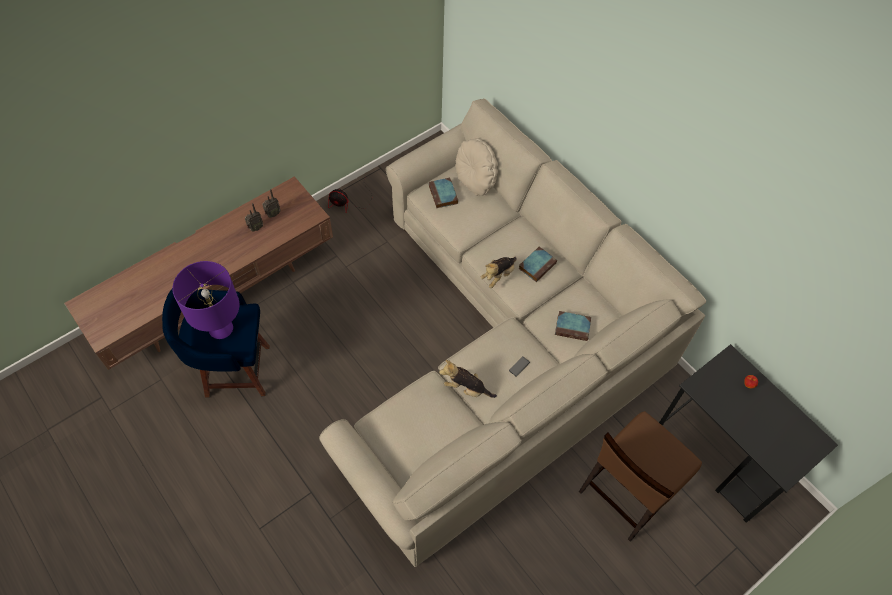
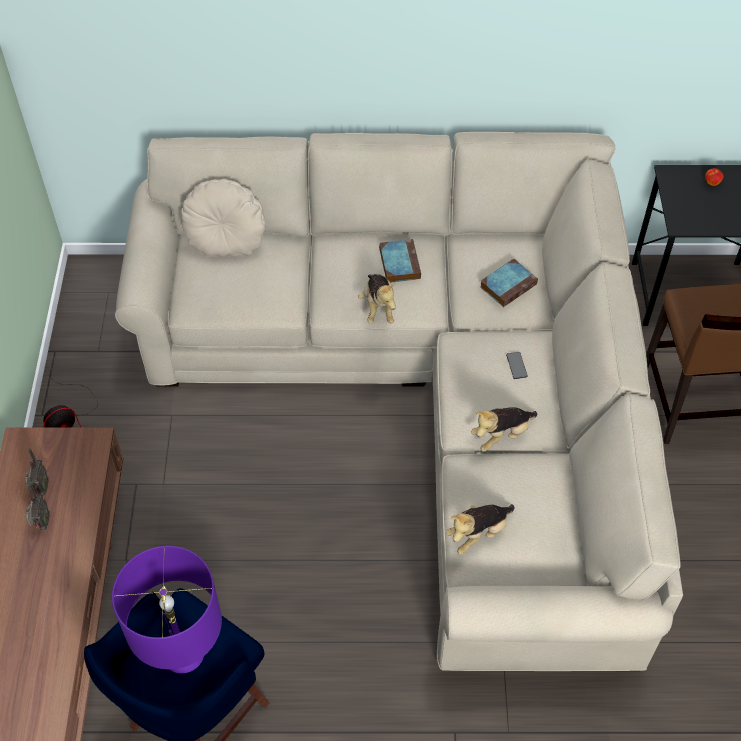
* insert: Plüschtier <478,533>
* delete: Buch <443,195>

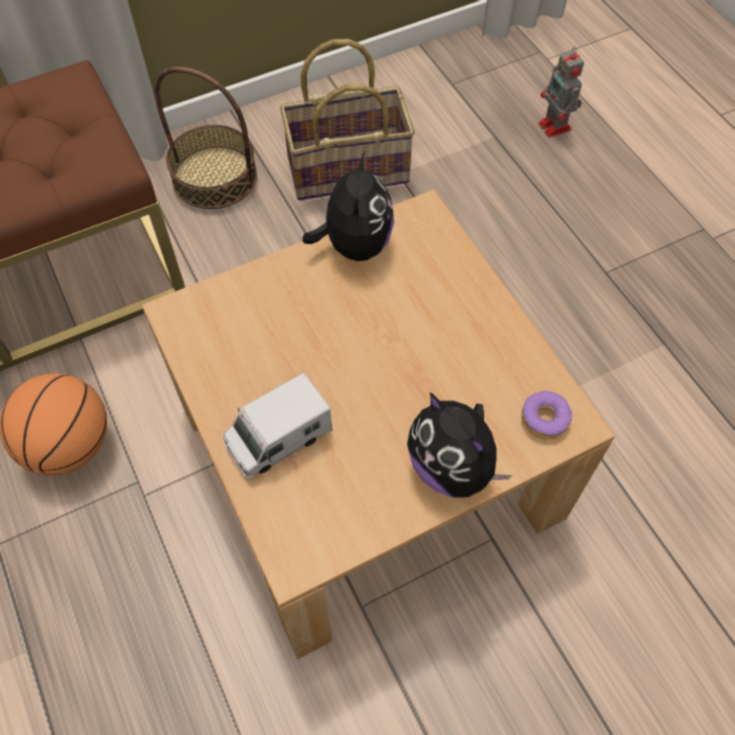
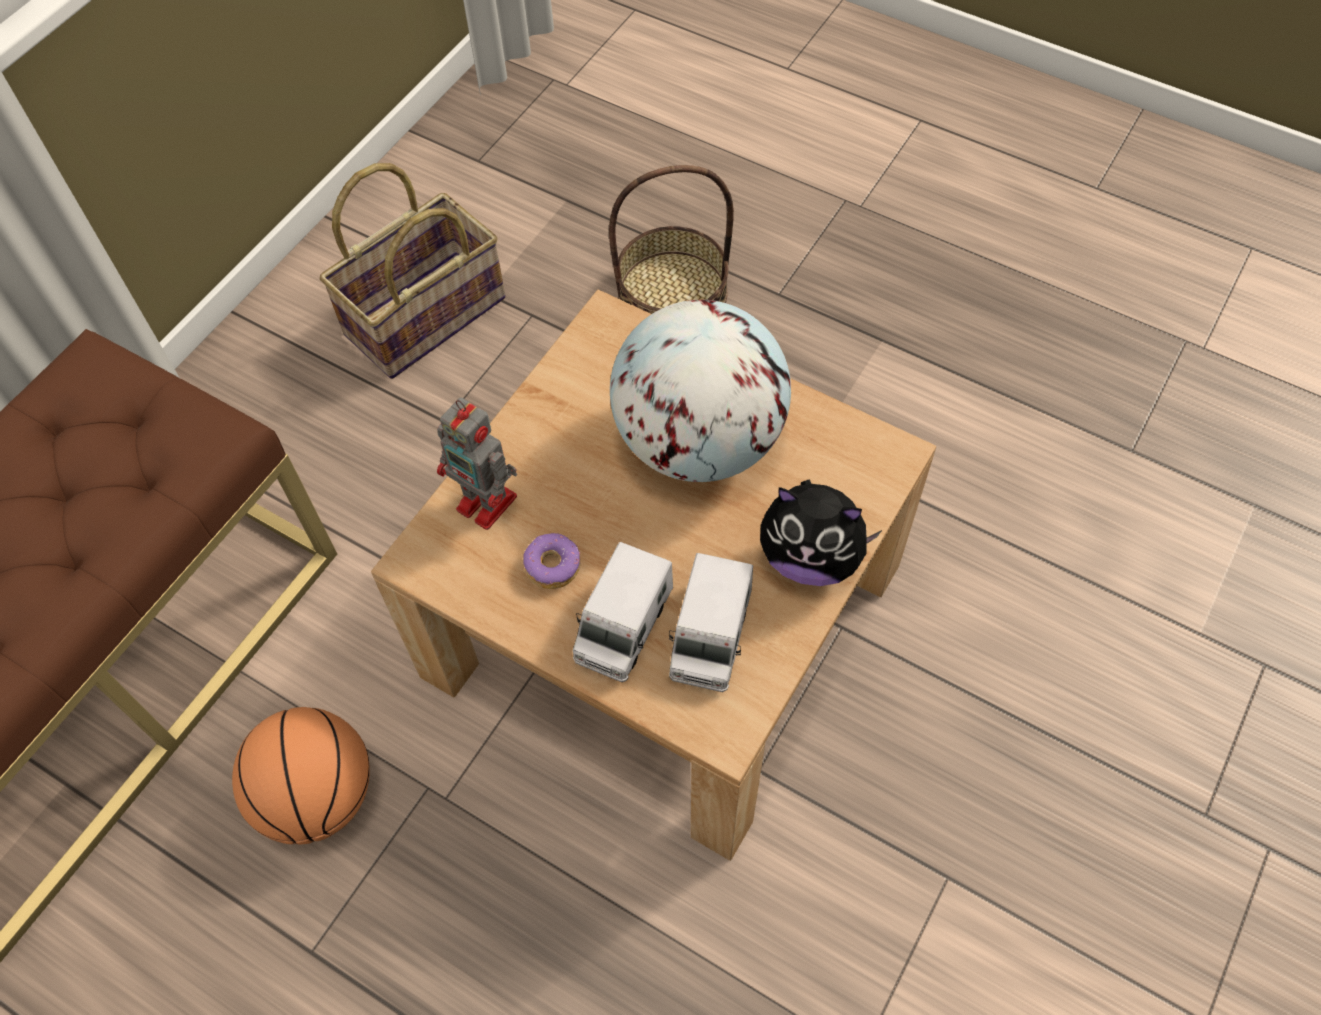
* move: Spielzeugroboter <555,127> to <489,504>
* move: Donut <544,419> to <552,565>
* move: Korb <215,177> to <672,293>
* insert: Globus <698,442>
* insert: Spielzeuglaster <710,636>
* delete: Plüschtier <354,245>

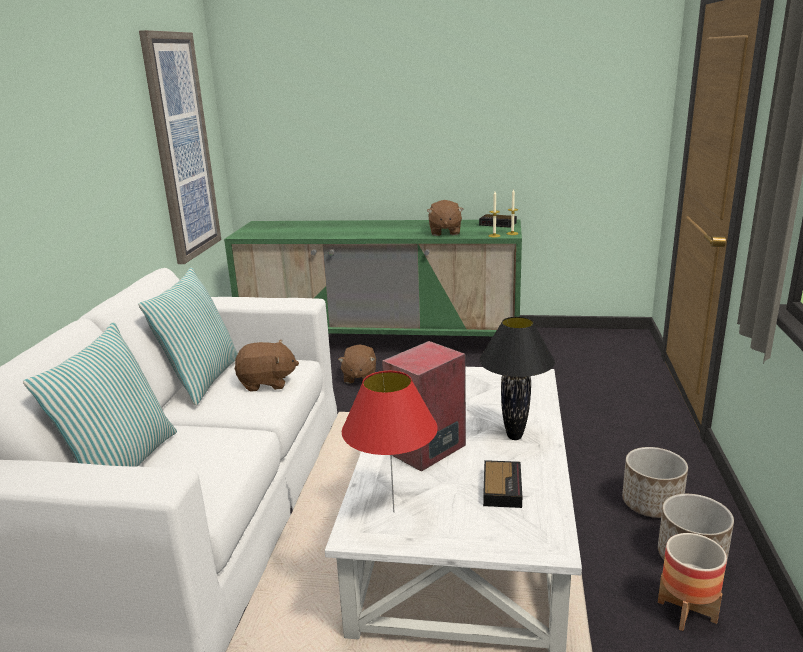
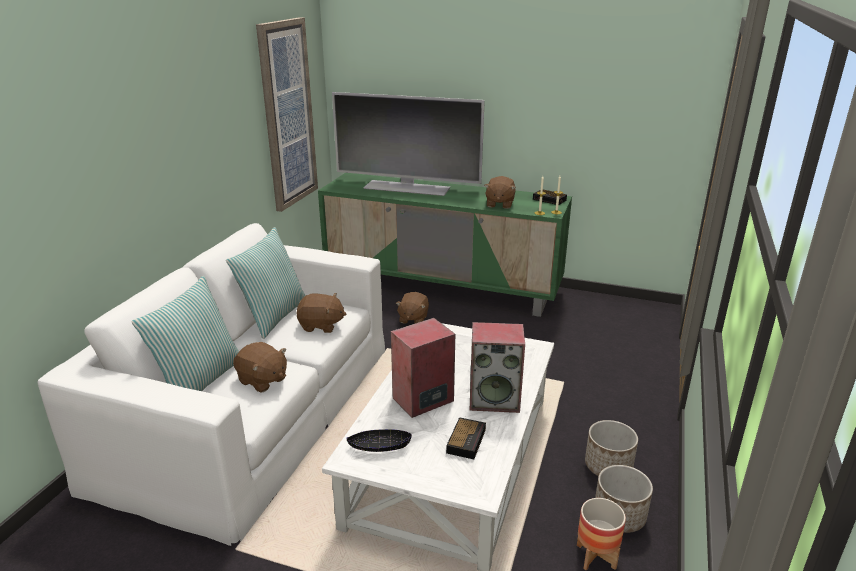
* insert: Plüschtier [braun] <262,380>
* insert: Fernseher <407,187>
* replace: Tischlampe [rot] <393,511> to Schüssel [schwarz] <379,447>
* replace: Tischlampe [schwarz] <515,436> to Lautsprecher <495,399>

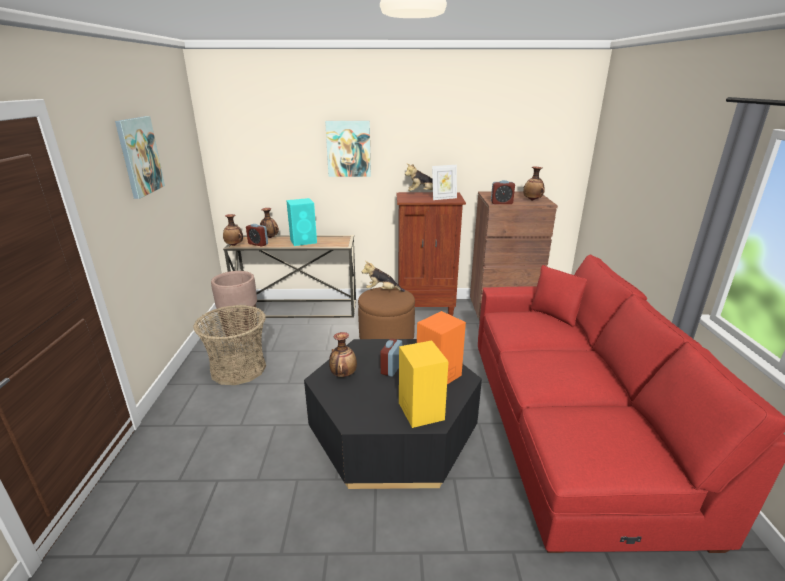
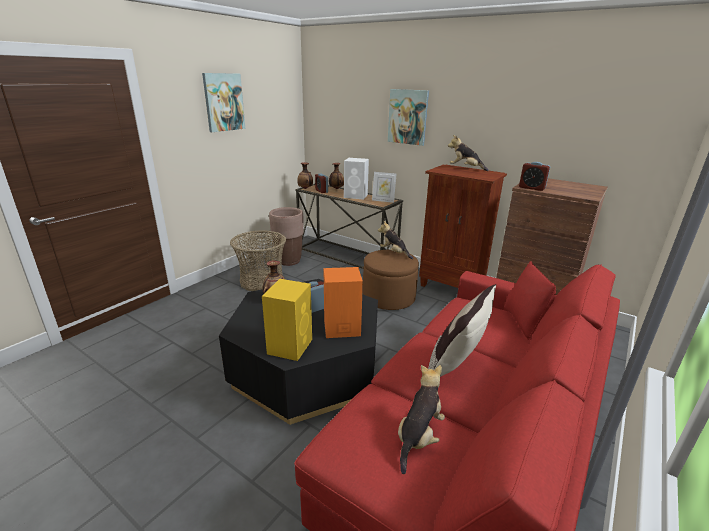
* recolor: Lautsprecher [türkis] <304,241> to Lautsprecher [weiß] <356,196>
* move: Bilderrahmen <444,198> to <383,200>
* insert: Plüschtier <419,436>
* insert: Kissen <455,369>
* delete: Vase <532,200>

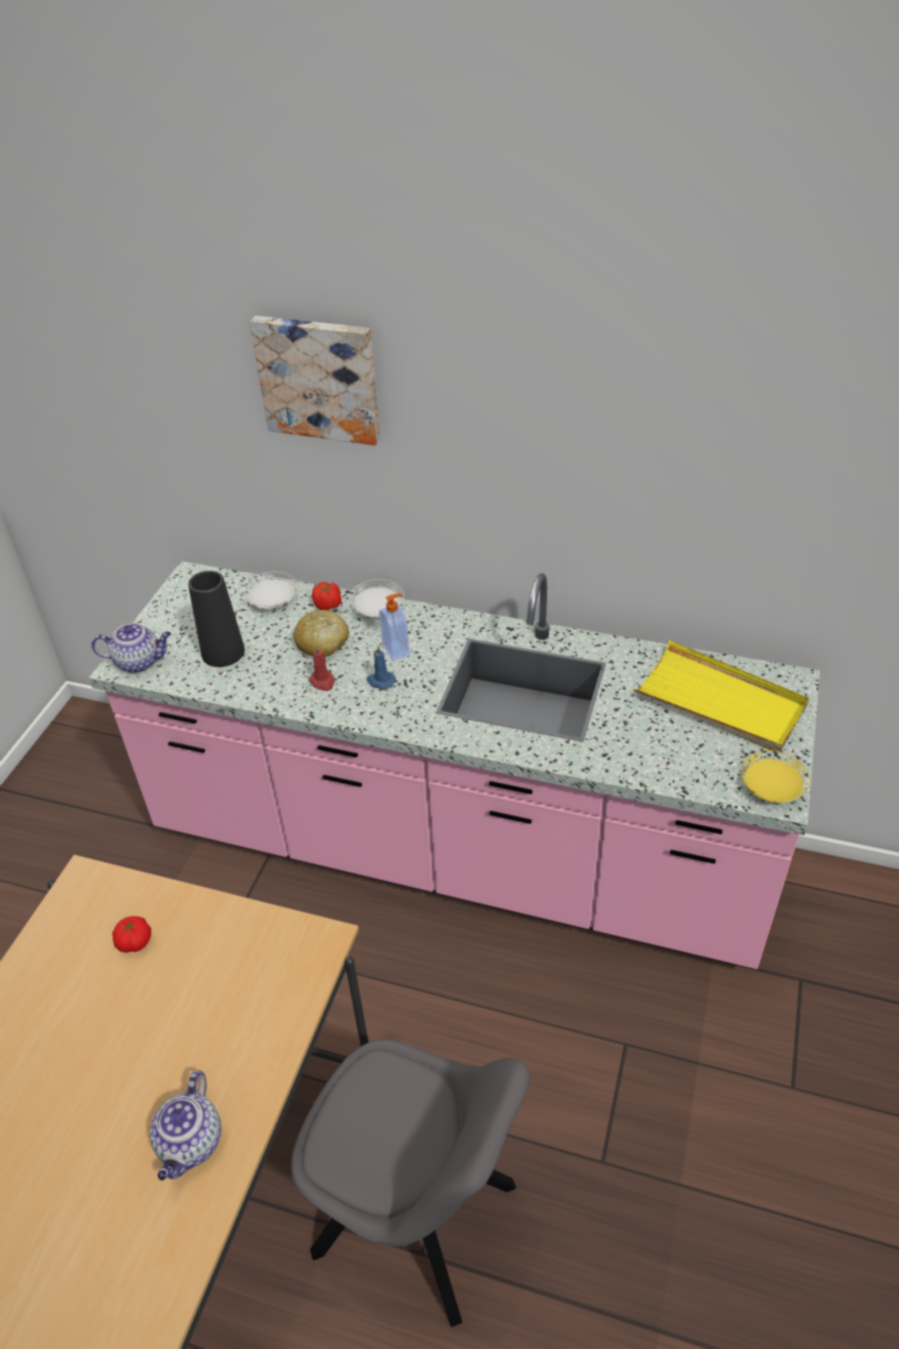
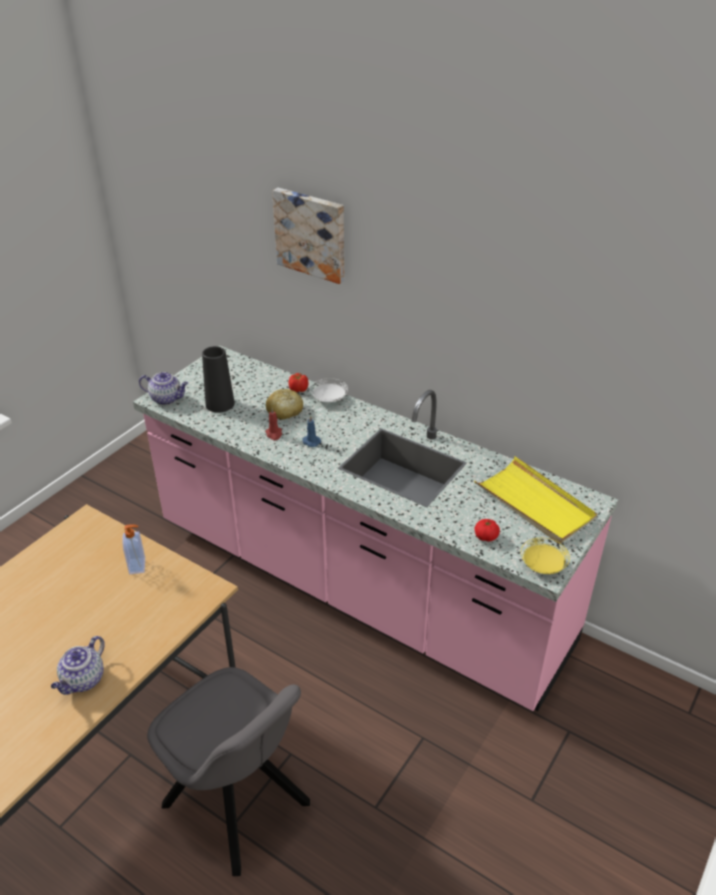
* move: Seifenspender <397,650> to <138,566>
* move: Tomate <135,942> to <486,536>
* delete: Teller [weiß] <272,602>

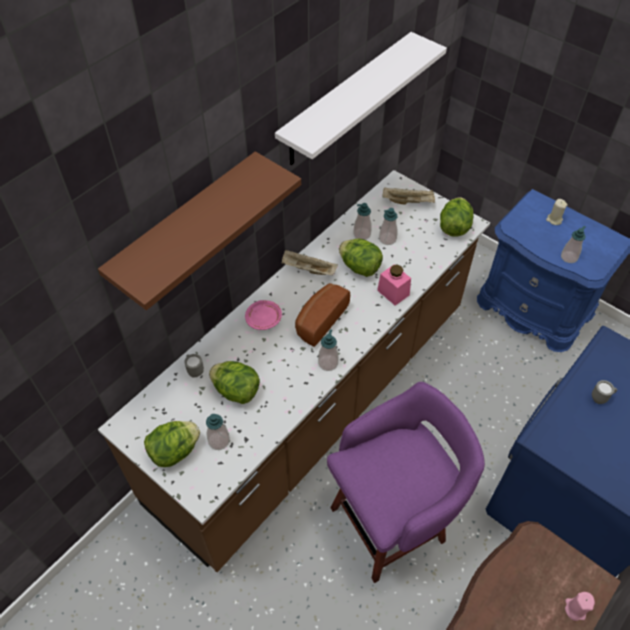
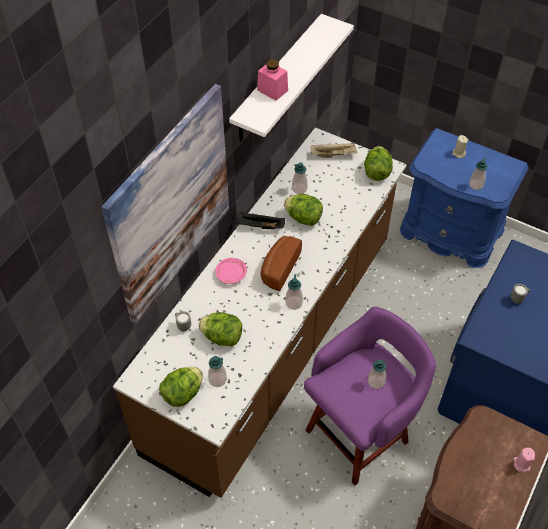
* replace: Wandregal [braun] <186,226> to Bild <171,206>
* recolor: Tablett [beige] <308,270> to Tablett [schwarz] <259,226>
* move: Vorratsglas [rosa] <393,292> to <272,90>
* move: Seifenspender <387,239> to <376,381>

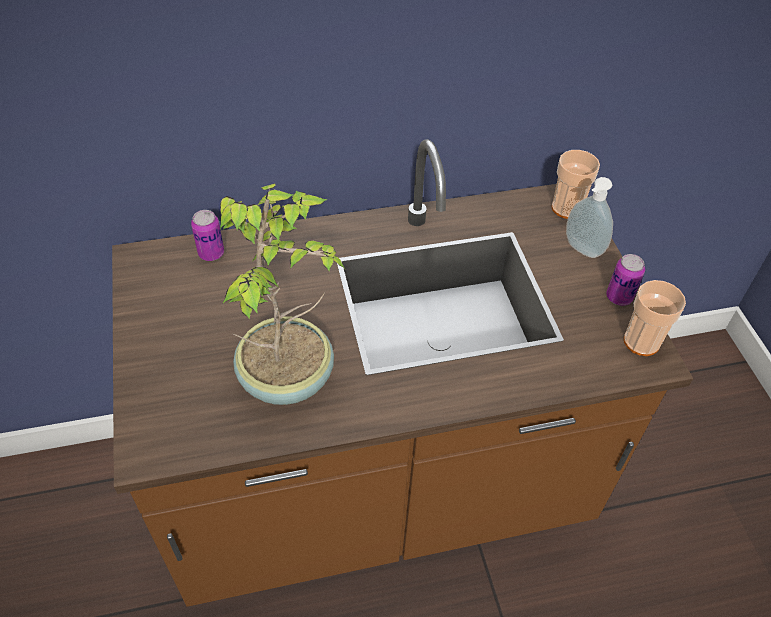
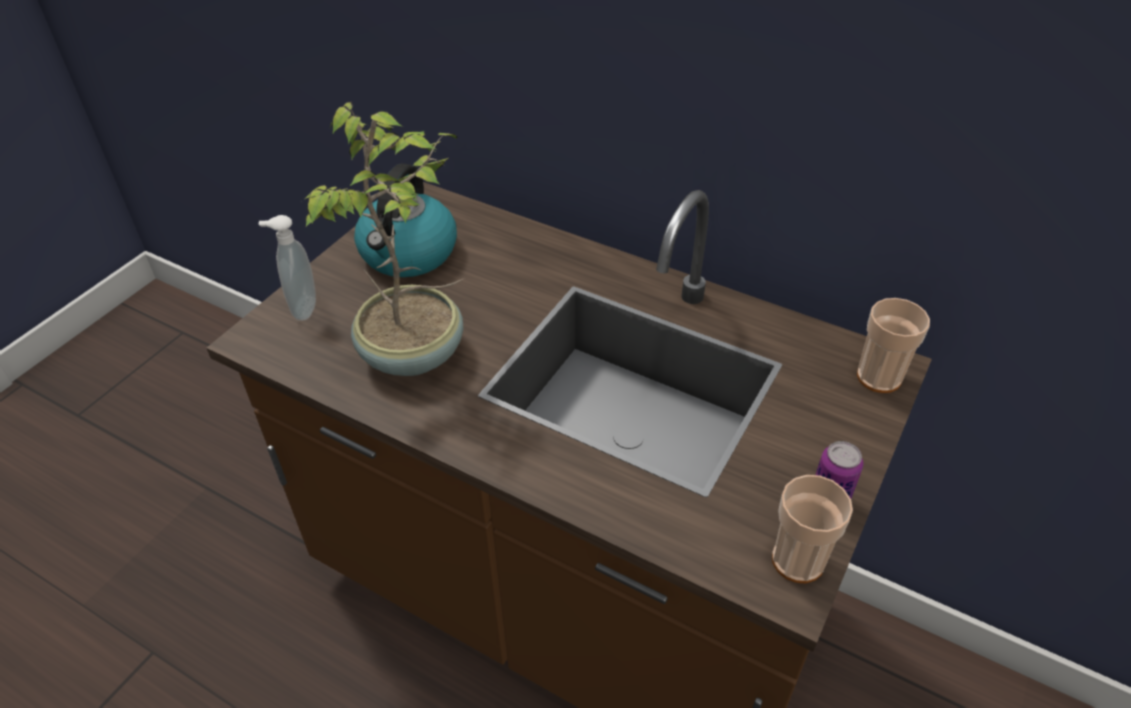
* move: Seifenspender <581,250> to <302,308>
* insert: Wasserkessel <408,254>
* delete: Dose <211,253>

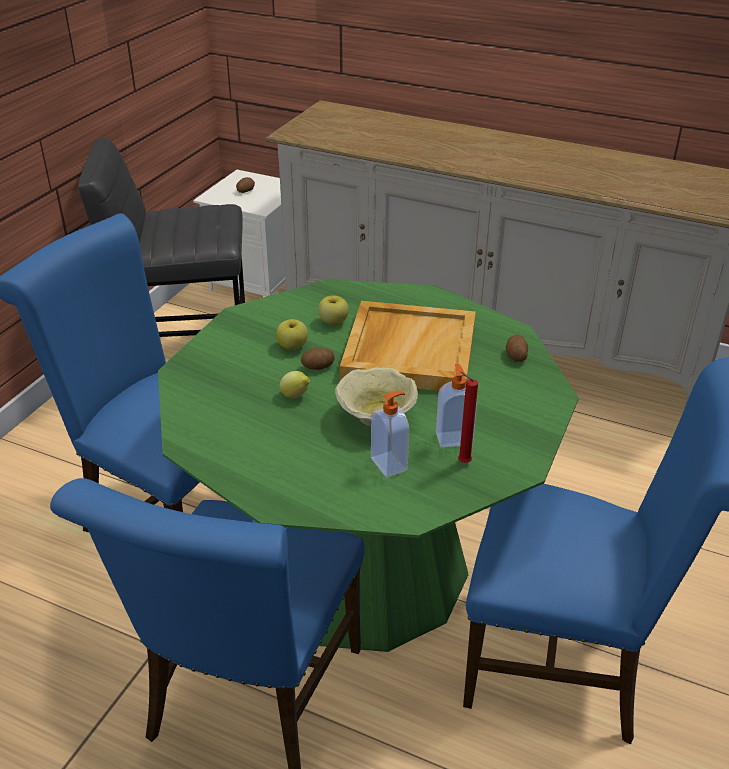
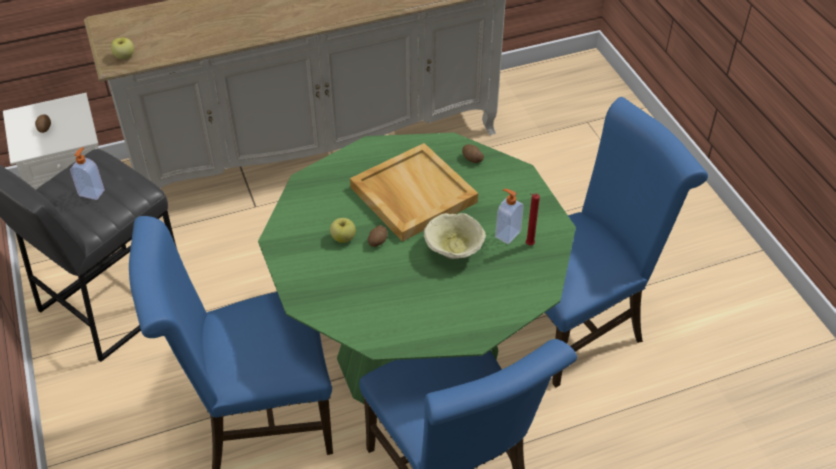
* move: Seifenspender <390,464> to <92,192>
* move: Apfel <333,322> to <124,56>
* delete: Zitrone <296,396>

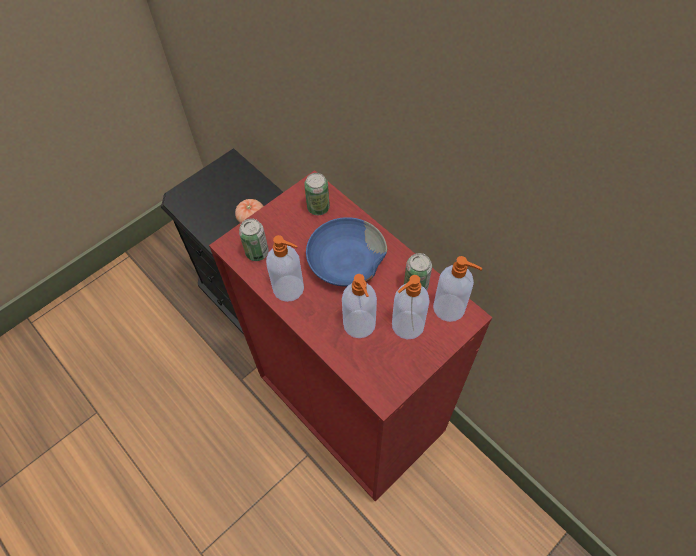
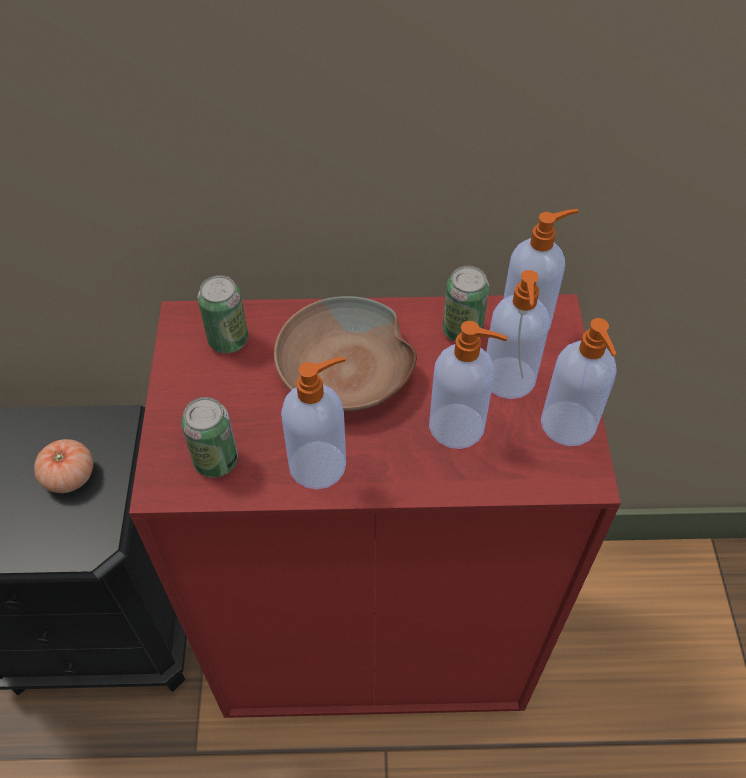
* recolor: Schüssel [blau] <345,261> to Schüssel [braun] <346,372>
* insert: Seifenspender <569,425>

